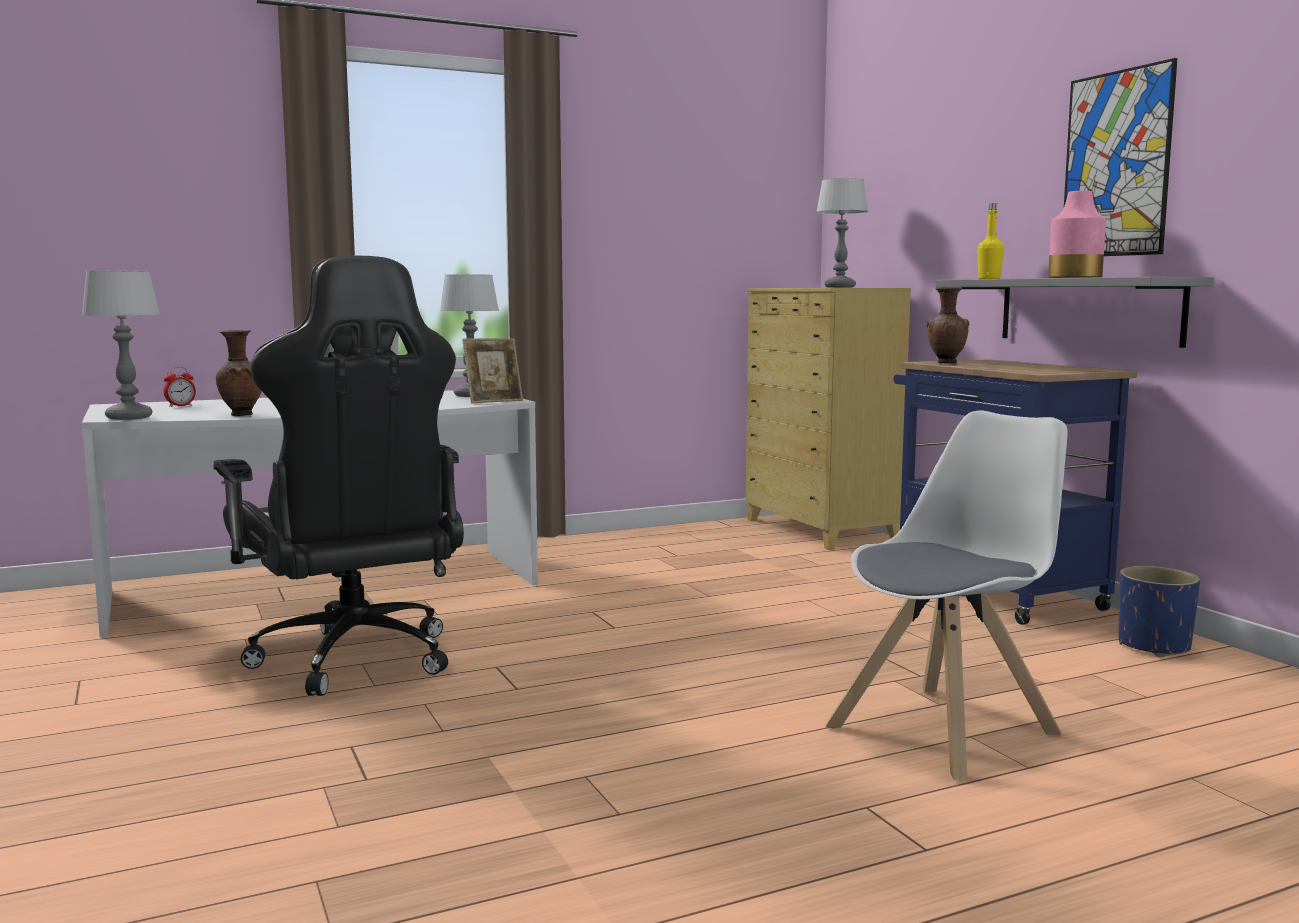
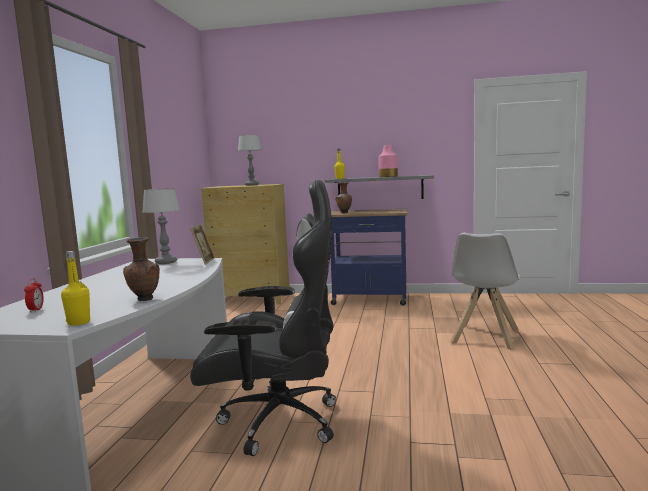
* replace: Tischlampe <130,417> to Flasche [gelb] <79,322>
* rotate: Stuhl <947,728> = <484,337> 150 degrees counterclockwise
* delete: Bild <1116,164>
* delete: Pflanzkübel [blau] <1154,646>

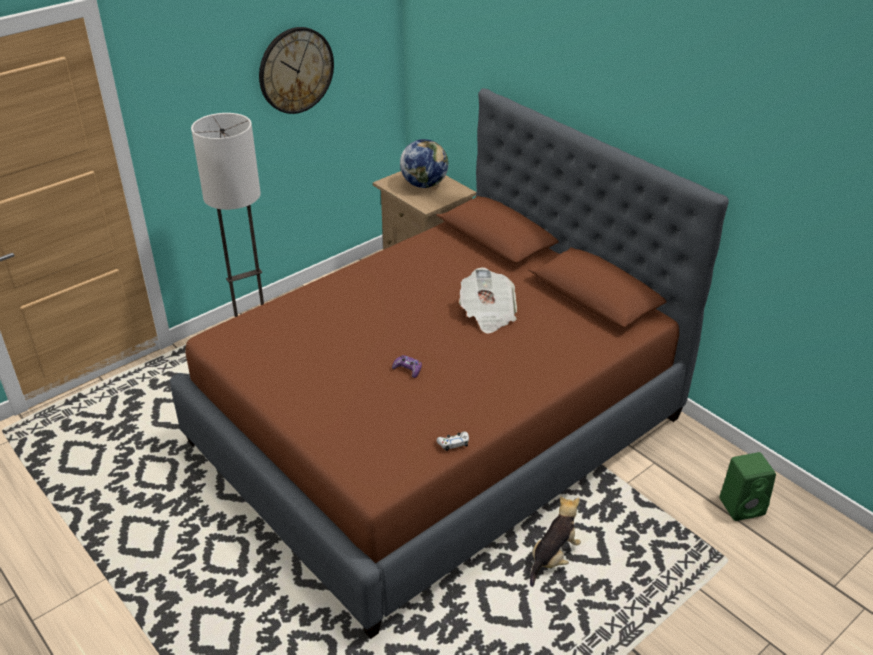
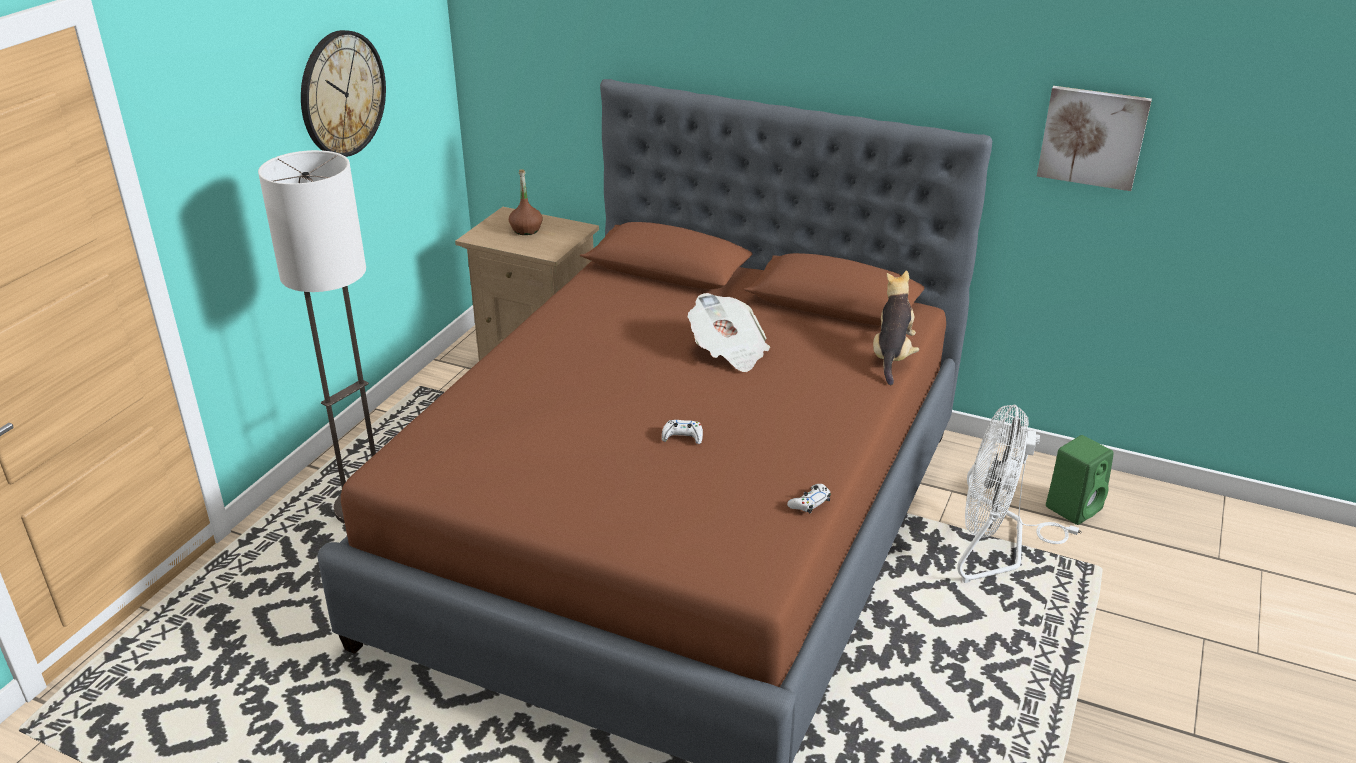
* replace: Globus <424,184> to Flasche [braun] <526,230>
* recolor: Gamepad [lila] <407,369> to Gamepad [weiß] <682,436>
* move: Plüschtier <553,557> to <892,356>
* insert: Ventilator [weiß] <998,538>
* insert: Bild <1093,137>

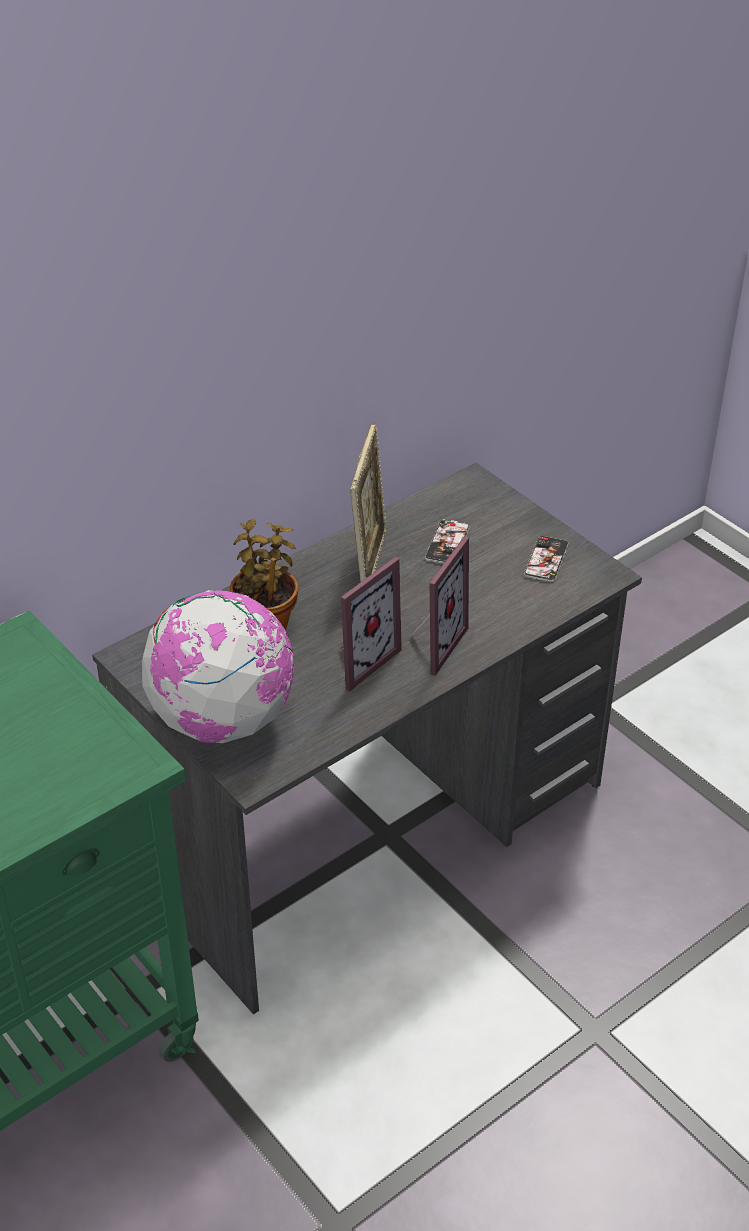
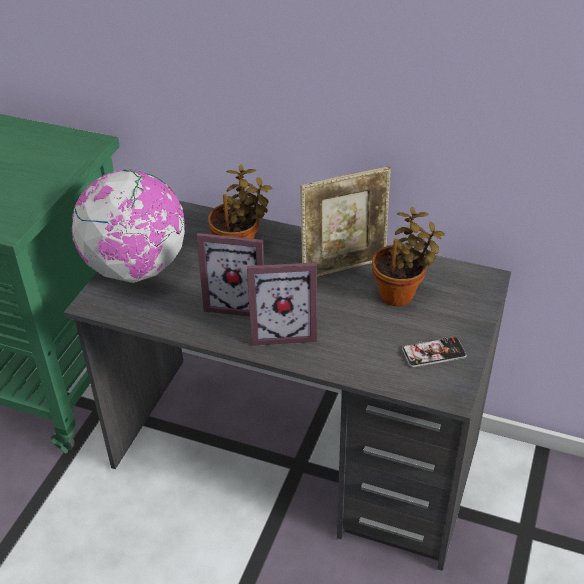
* replace: Handy <447,544> to Topfpflanze <400,294>

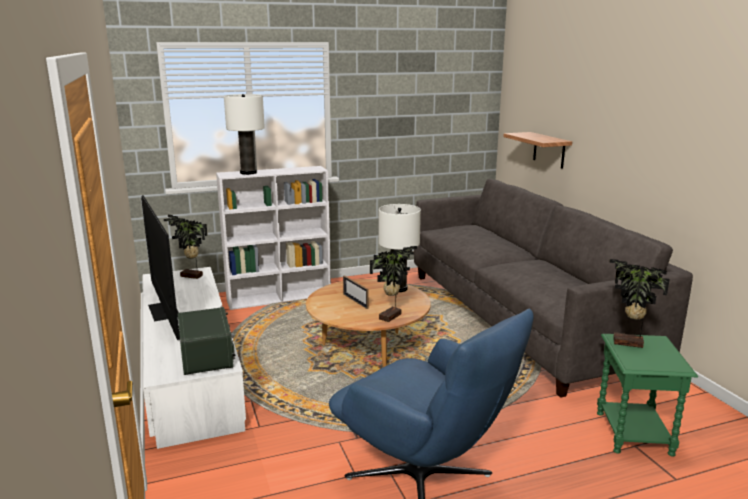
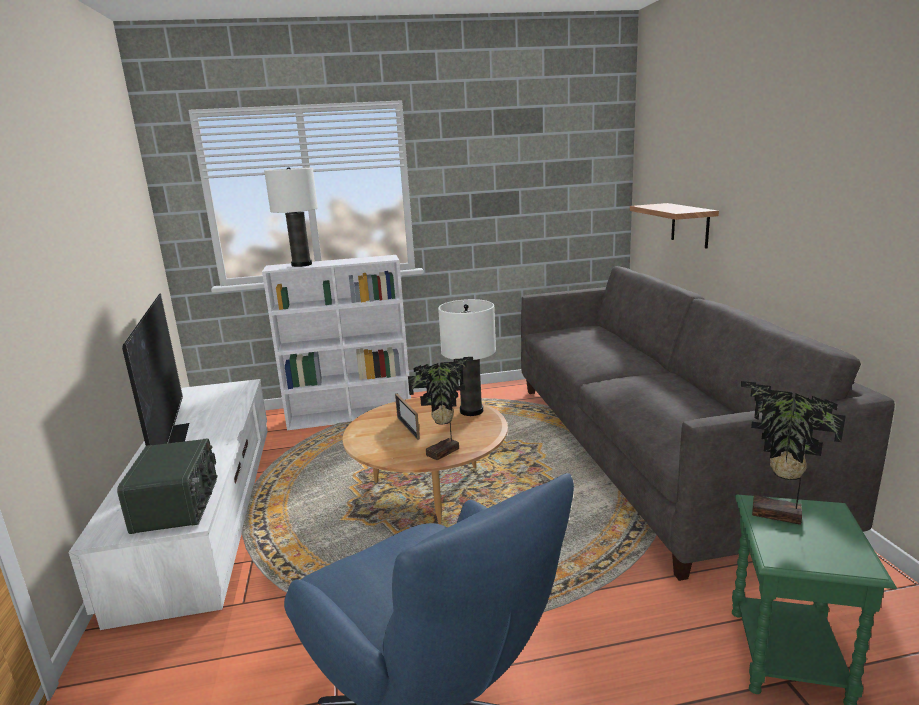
* delete: Topfpflanze <191,276>

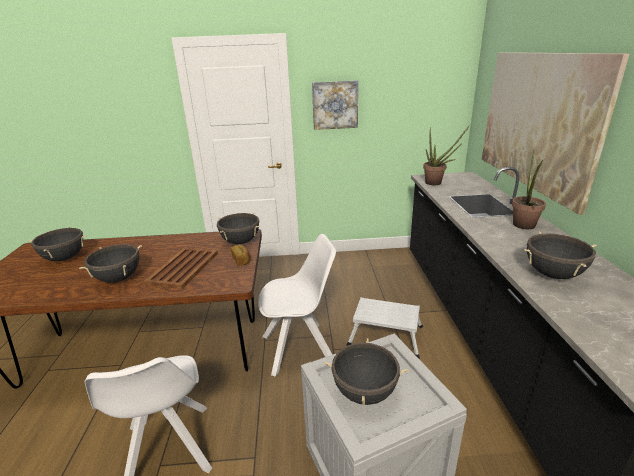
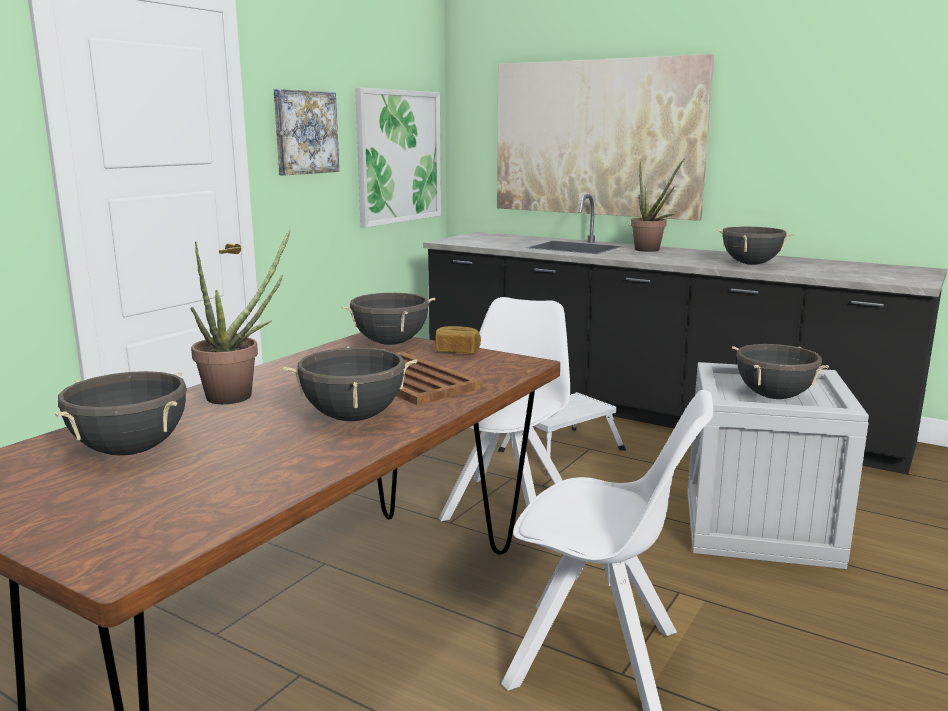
* move: Topfpflanze <437,183> to <239,395>
* insert: Bild <399,157>

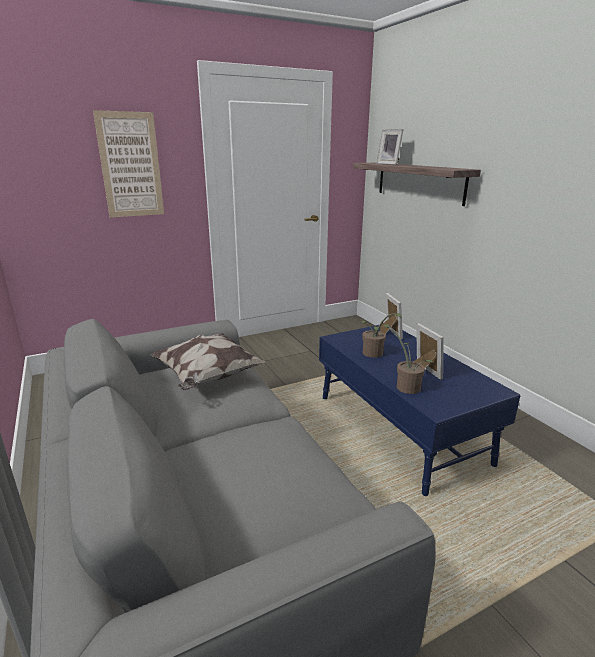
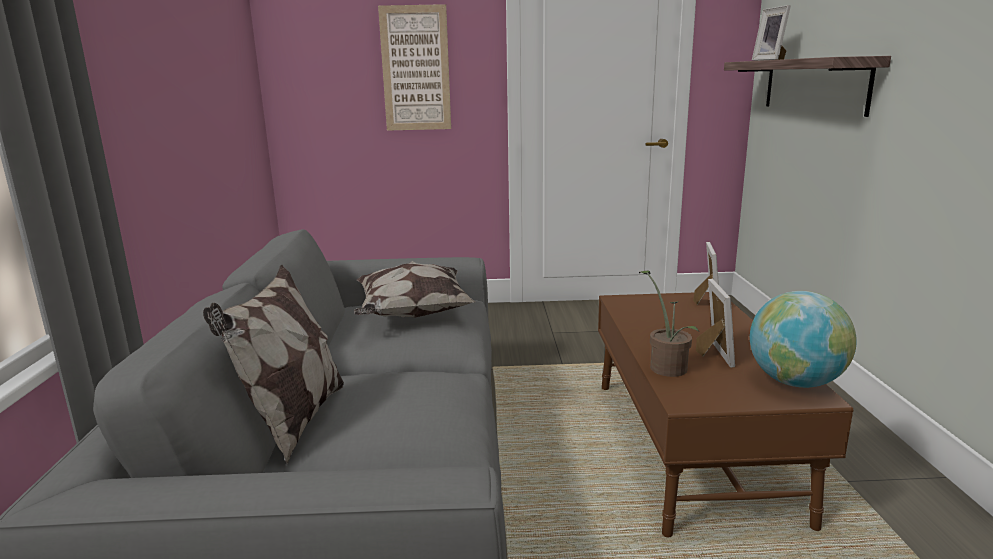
* insert: Kissen <293,421>
* recolor: Couchtisch [blau] <398,428> to Couchtisch [braun] <689,445>
* insert: Globus <795,382>
* delete: Topfpflanze <374,354>

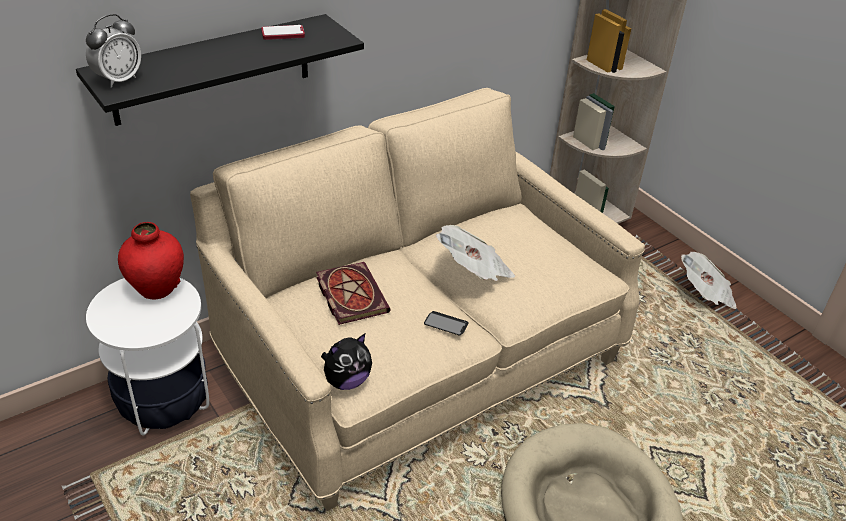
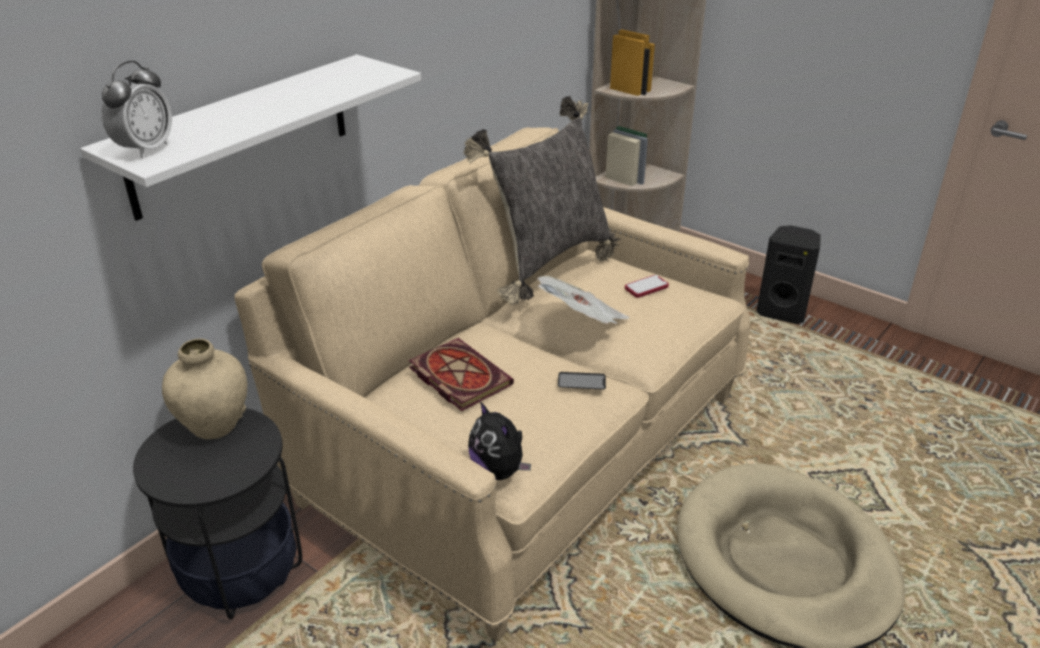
* recolor: Wandregal [schwarz] <212,69> to Wandregal [weiß] <241,135>
* recolor: Beistelltisch [weiß] <163,402> to Beistelltisch [schwarz] <240,573>
* recolor: Vase [rot] <156,289> to Vase [beige] <215,426>
* insert: Kissen <545,272>
* rotate: Plüschtier <346,381> = <499,470> 105 degrees clockwise
* move: Handy <283,34> to <646,287>
* replace: Zeitung <705,293> to Lautsprecher [schwarz] <782,311>

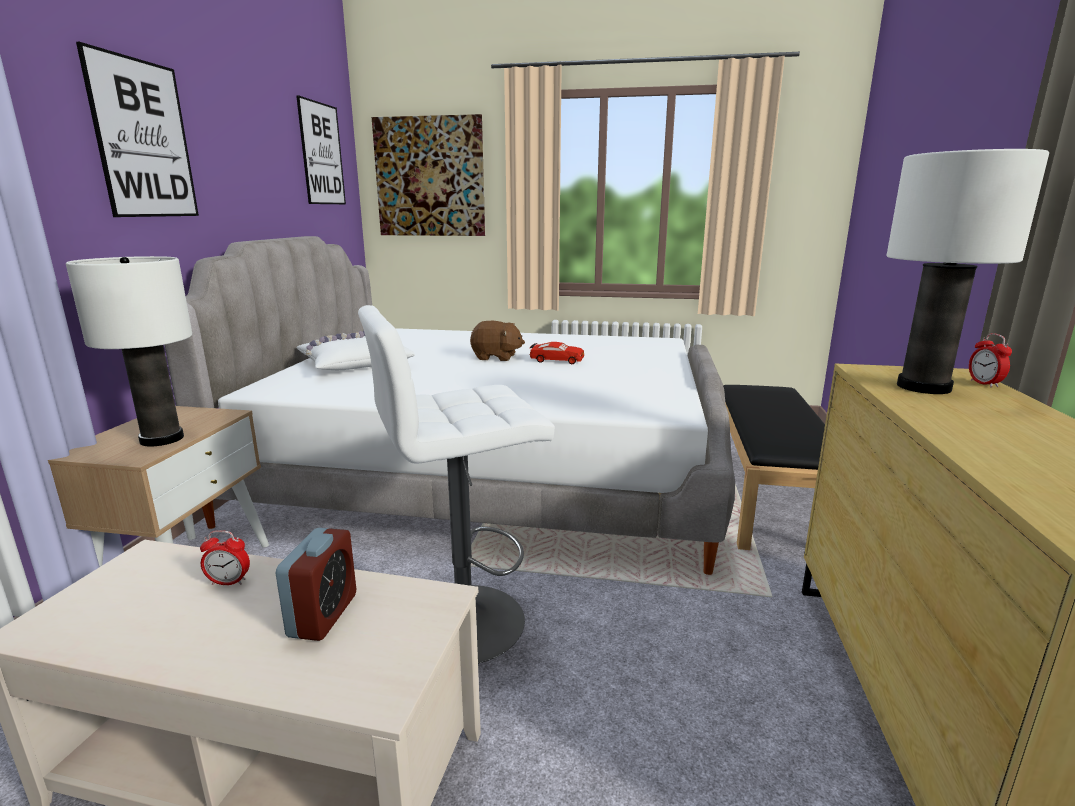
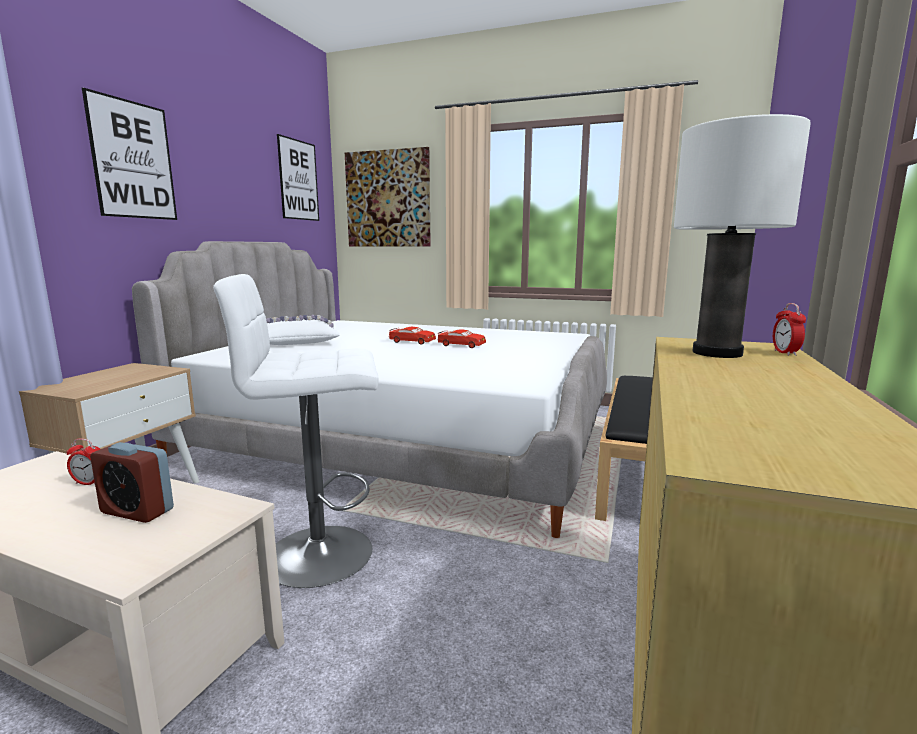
* rotate: Wecker <323,615> = <137,511> 90 degrees clockwise
* replace: Plüschtier [braun] <496,357> to Spielzeugauto [rot] <412,341>
* delete: Tischlampe [weiß] <161,439>

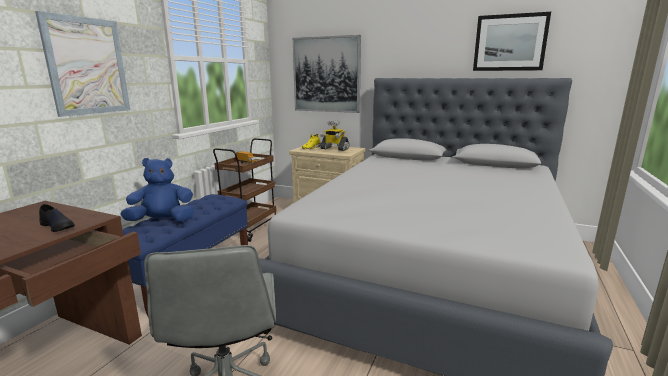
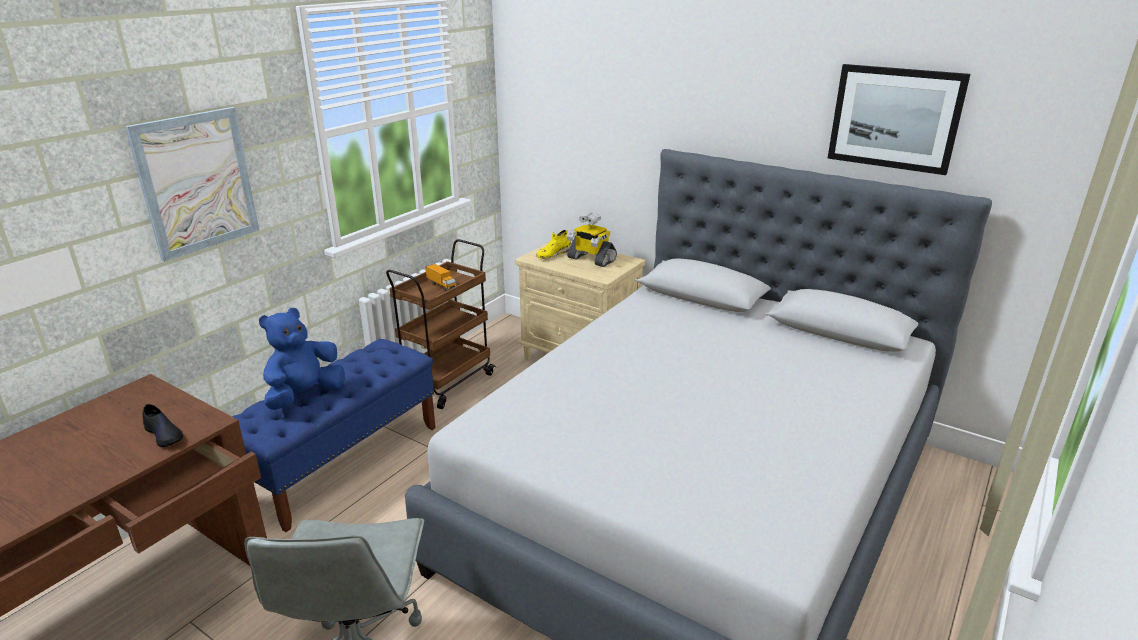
* rotate: Plüschtier [blau] <163,221> = <304,396> 45 degrees counterclockwise
* delete: Bild <326,75>

